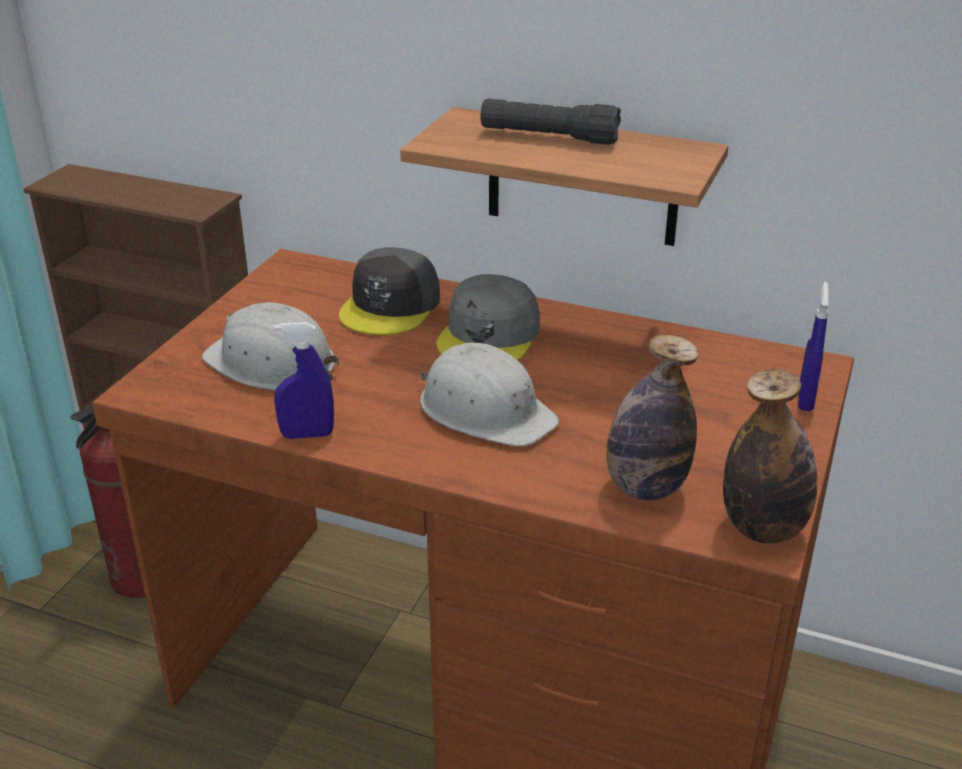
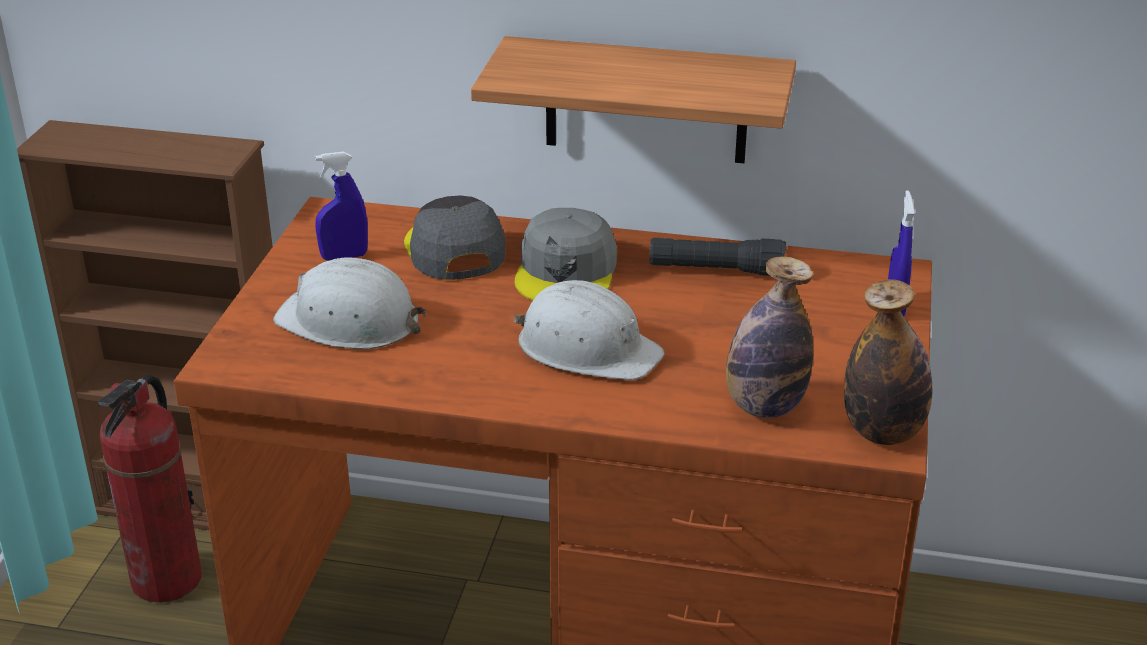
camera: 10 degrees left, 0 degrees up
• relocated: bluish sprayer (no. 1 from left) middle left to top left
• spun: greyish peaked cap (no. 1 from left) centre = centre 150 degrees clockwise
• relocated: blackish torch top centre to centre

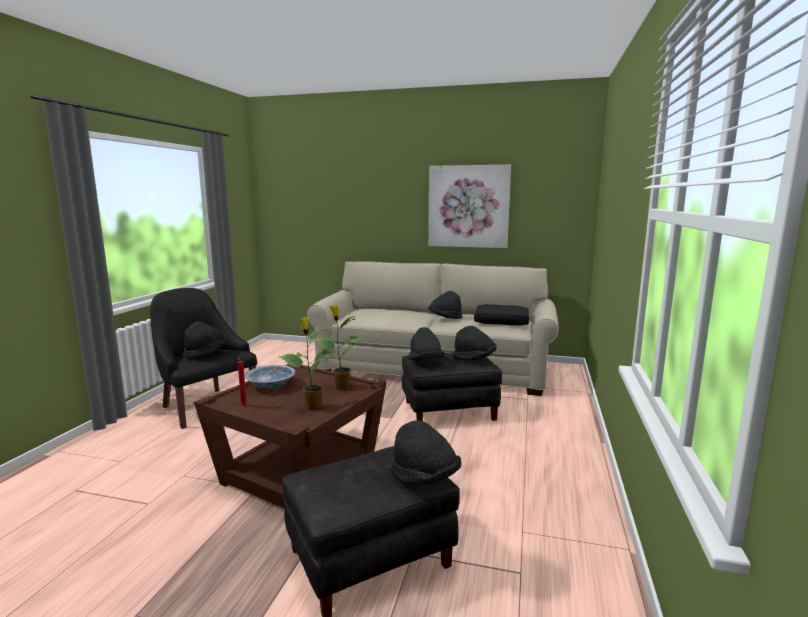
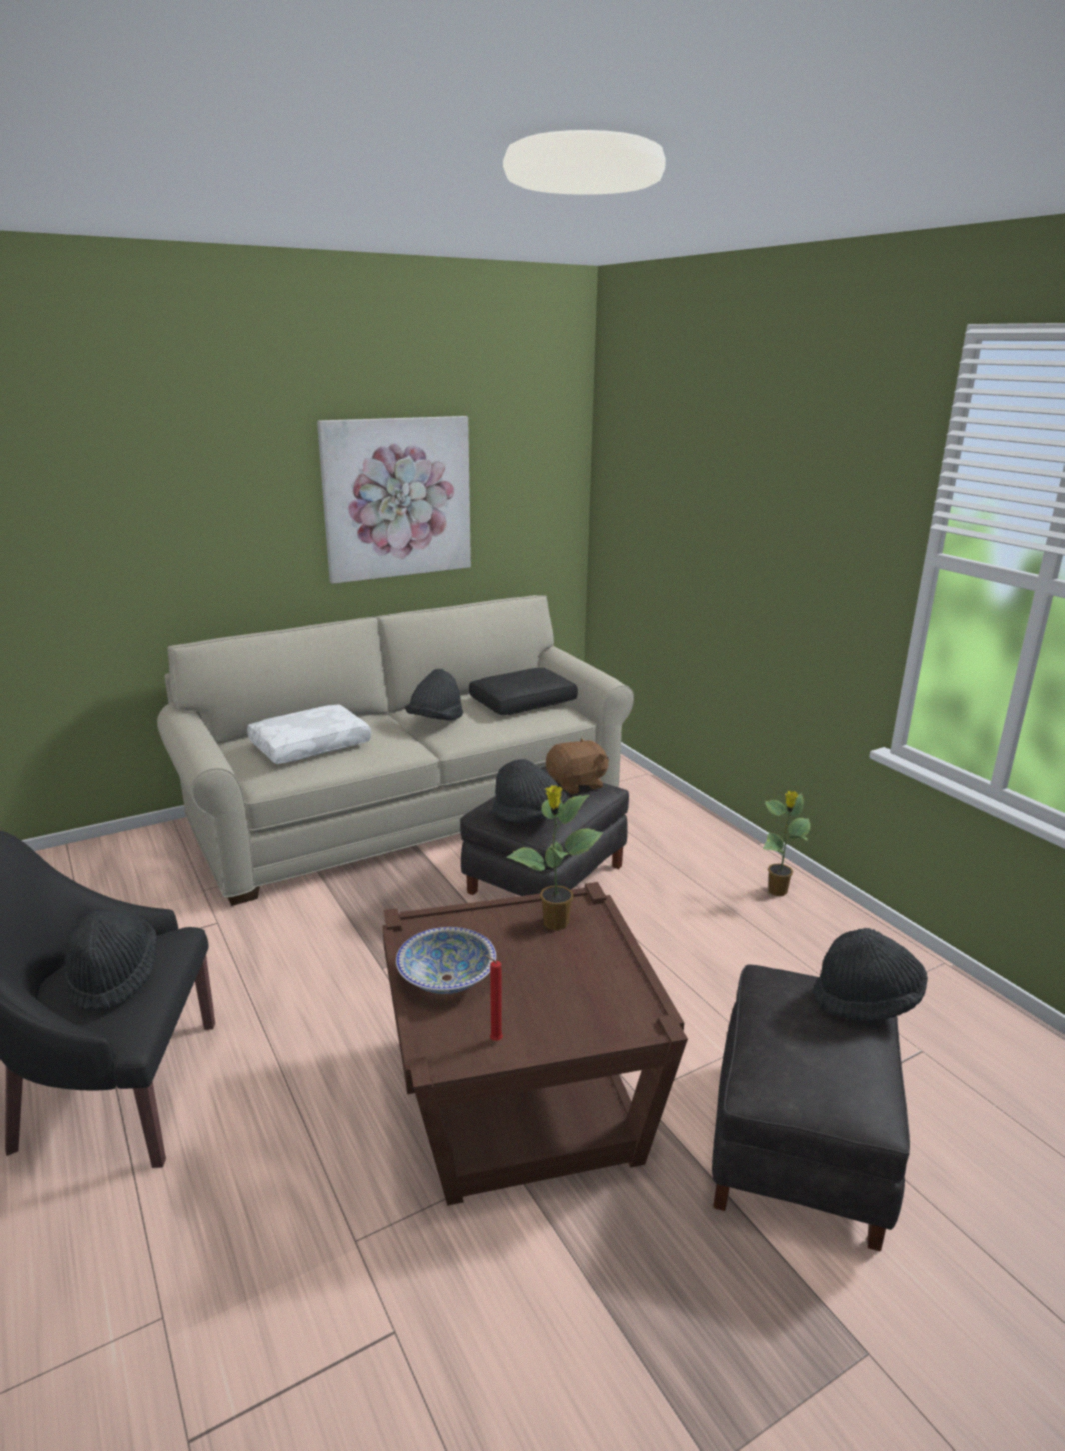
camera: 45 degrees left, 10 degrees up
• appeared: white throw pillow middle left
• exchanged: blackish hat (no. 5 from left) centre to brownish plush toy centre
• relocated: houseplant (no. 1 from left in the first image) centre to houseplant (no. 2 from left) middle right

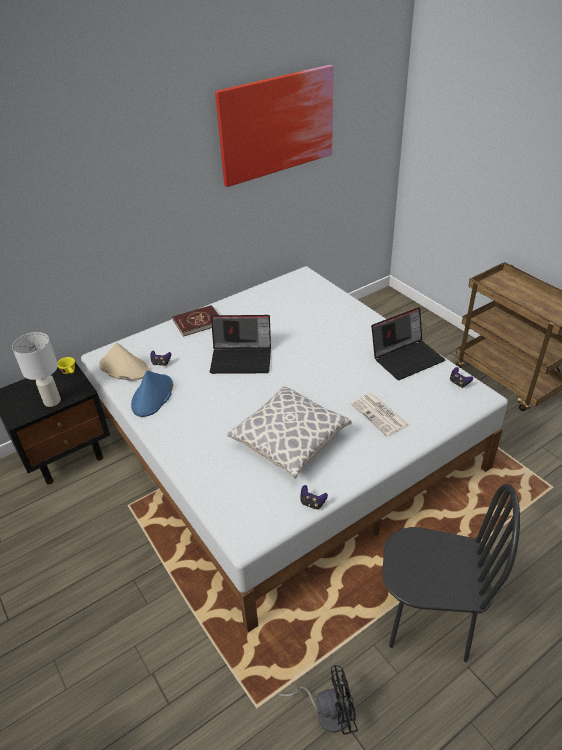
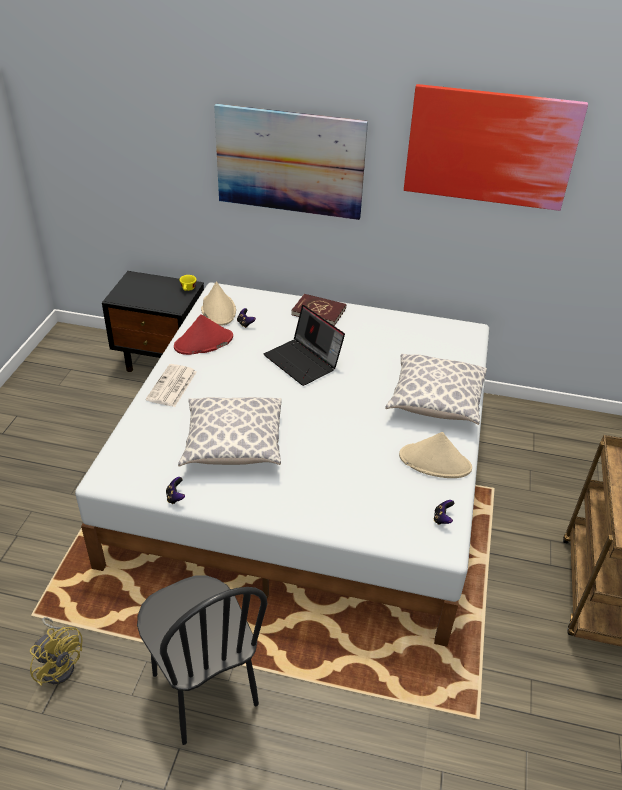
camera: 45 degrees right, 0 degrees up
• colour: blackish fan bottom centre to yellow fan bottom left
• relocated: newspaper middle right to middle left
• colour: bluish hat middle left to reddish hat middle left
• appeared: wall art (no. 1 from left) top centre
• appeared: throw pillow (no. 2 from left) middle right
• exchanged: portable computer (no. 2 from left) middle right to beige-coloured hat (no. 2 from left) middle right
• missing: white lamp for a table middle left

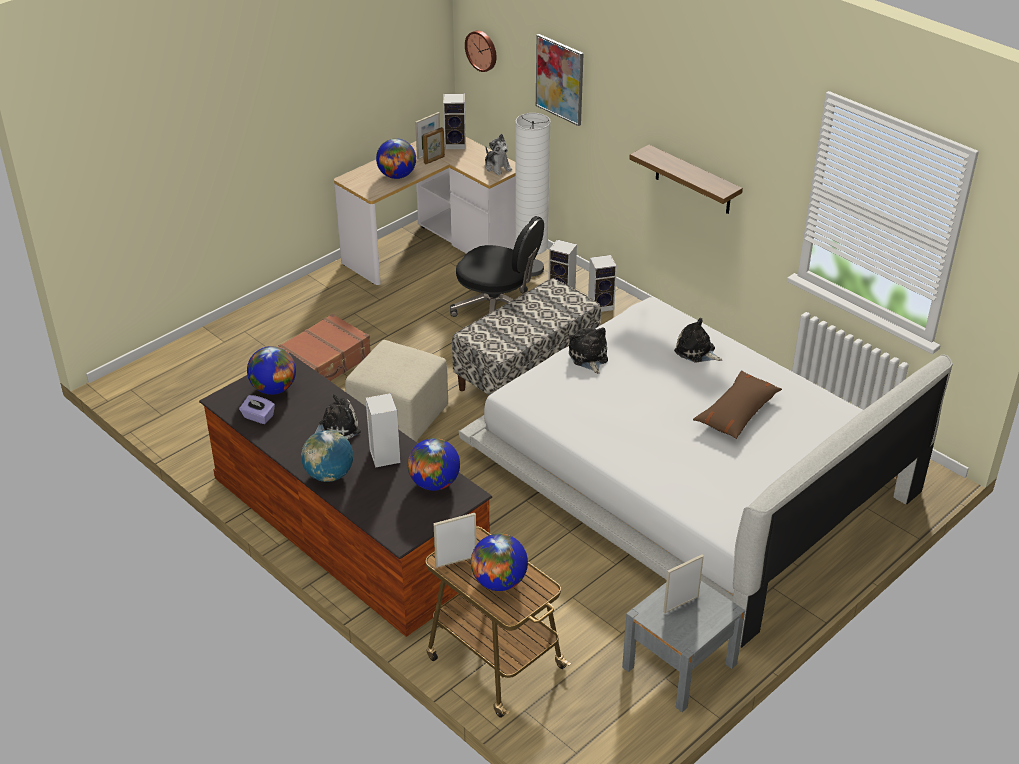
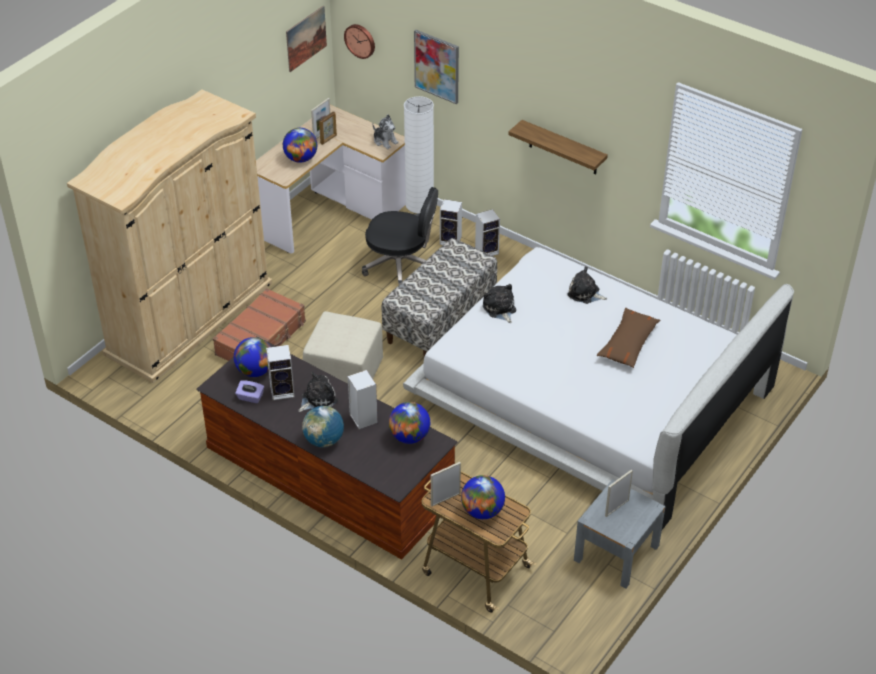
camera: 10 degrees left, 5 degrees up
• appeared: beige-coloured clothes cupboard middle left
• relocated: loudspeaker (no. 2 from left in the first image) top centre to loudspeaker (no. 1 from left) middle left
• appeared: wall art (no. 1 from left) top centre

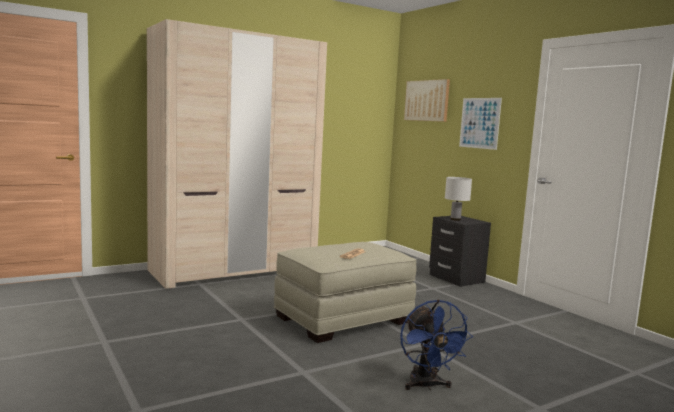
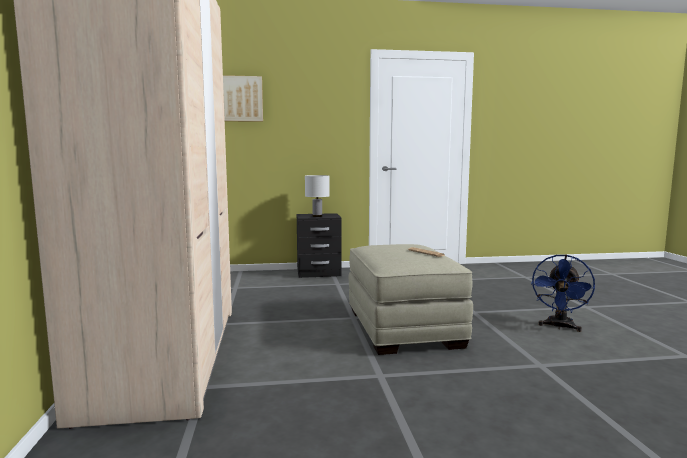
camera: 65 degrees left, 0 degrees up
• spun: bluish fan bottom centre = middle right 105 degrees clockwise
• missing: wall art (no. 2 from left) top right

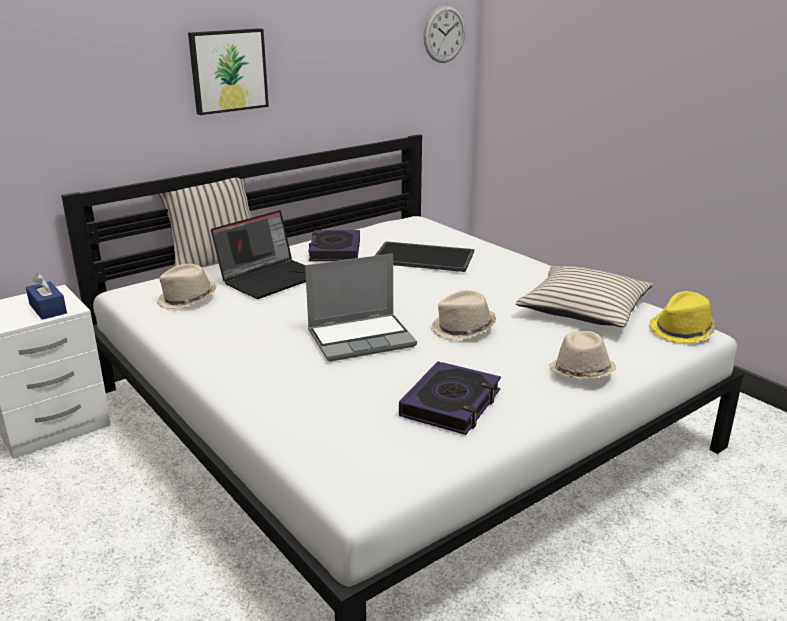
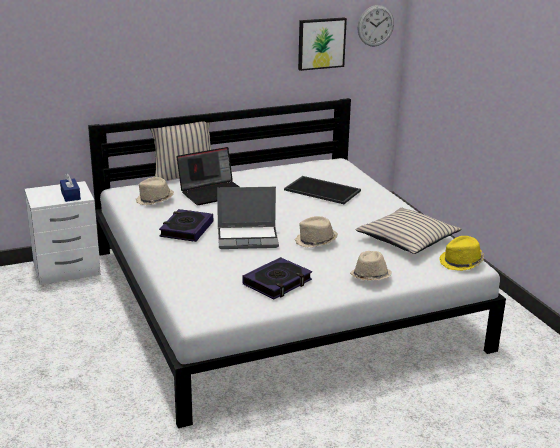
camera: 15 degrees right, 0 degrees up
• relocated: bound book (no. 1 from left) centre to middle left
• relocated: wall art top left to top centre

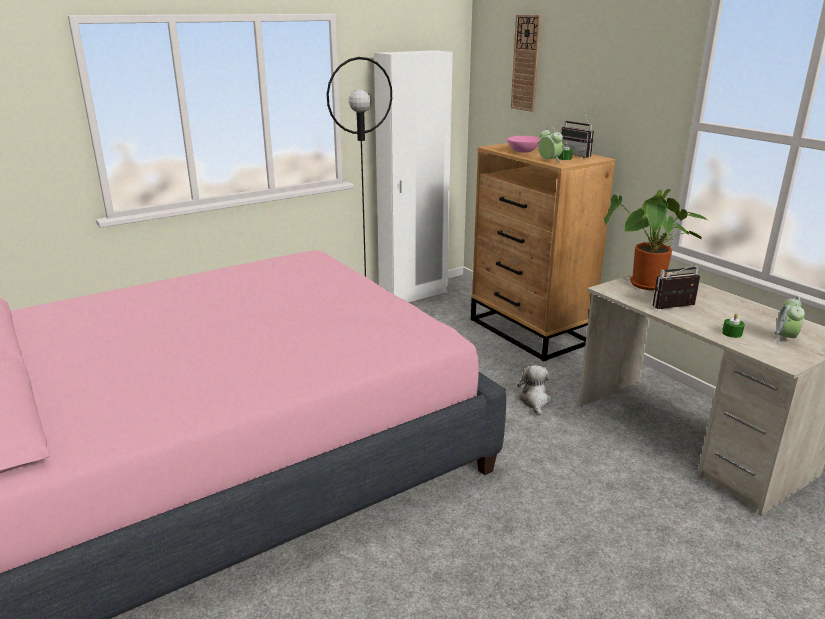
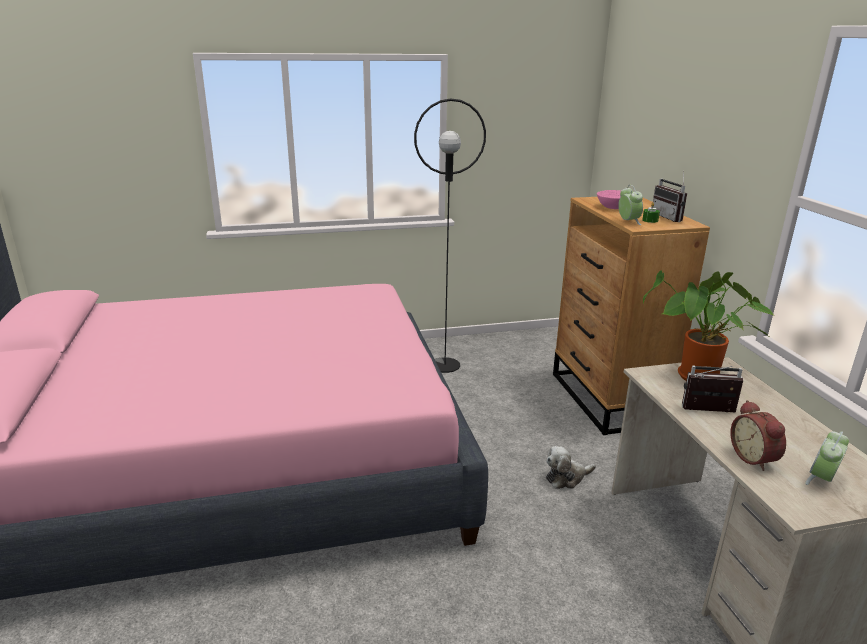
camera: 20 degrees right, 0 degrees up
• spun: plush toy centre = bottom centre 135 degrees counterclockwise
• exchanged: greenish wax light (no. 2 from left) middle right to alarm clock (no. 2 from left) bottom right
• missing: white clothes cupboard top centre
• missing: hanging clock top centre

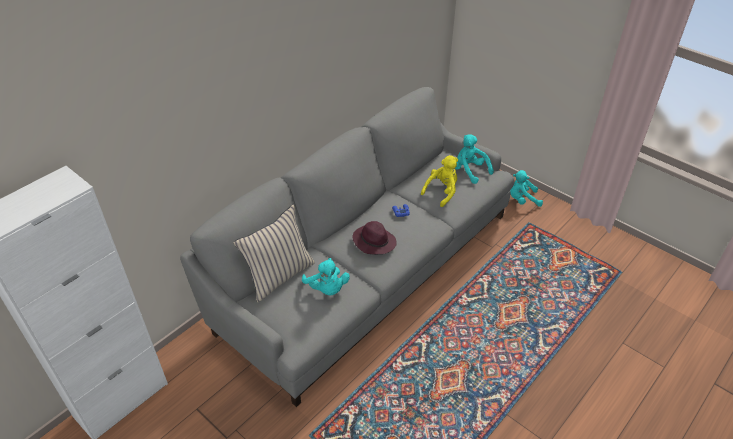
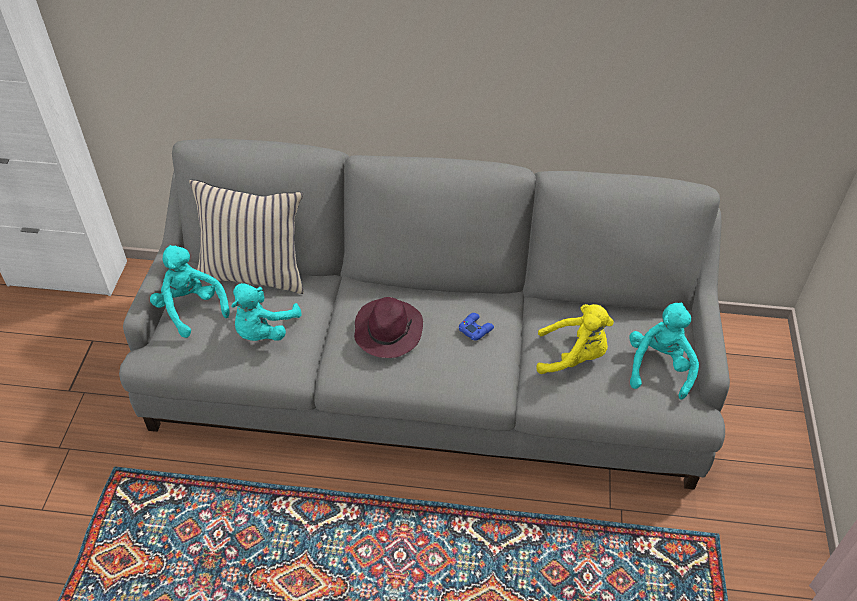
camera: 55 degrees right, 5 degrees up
• relocated: blue-green plush toy (no. 3 from left in the first image) middle right to blue-green plush toy (no. 1 from left) middle left

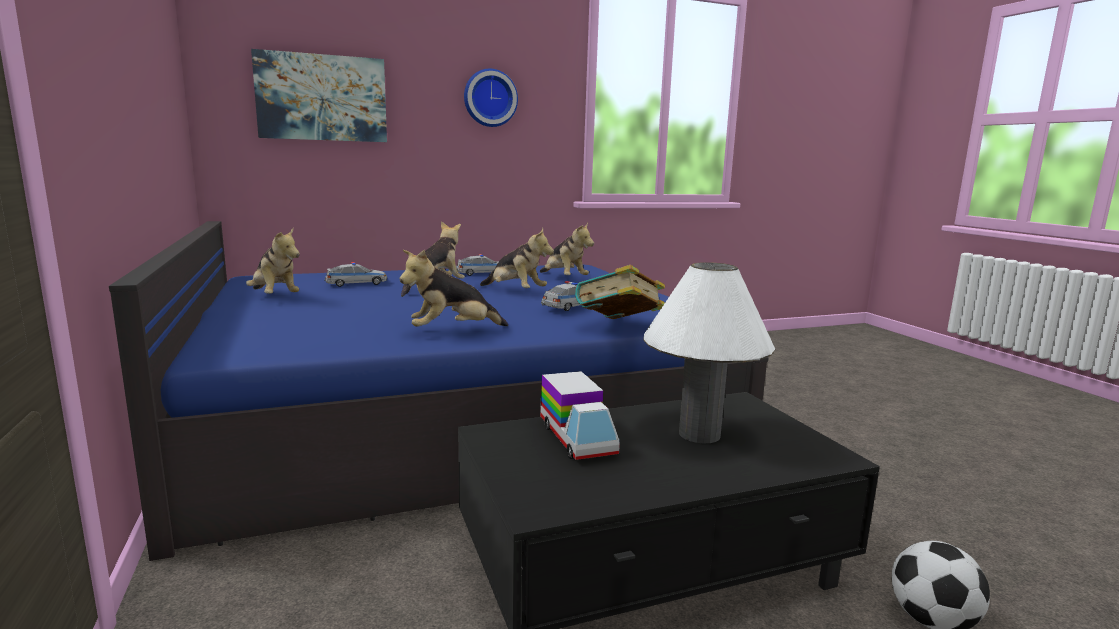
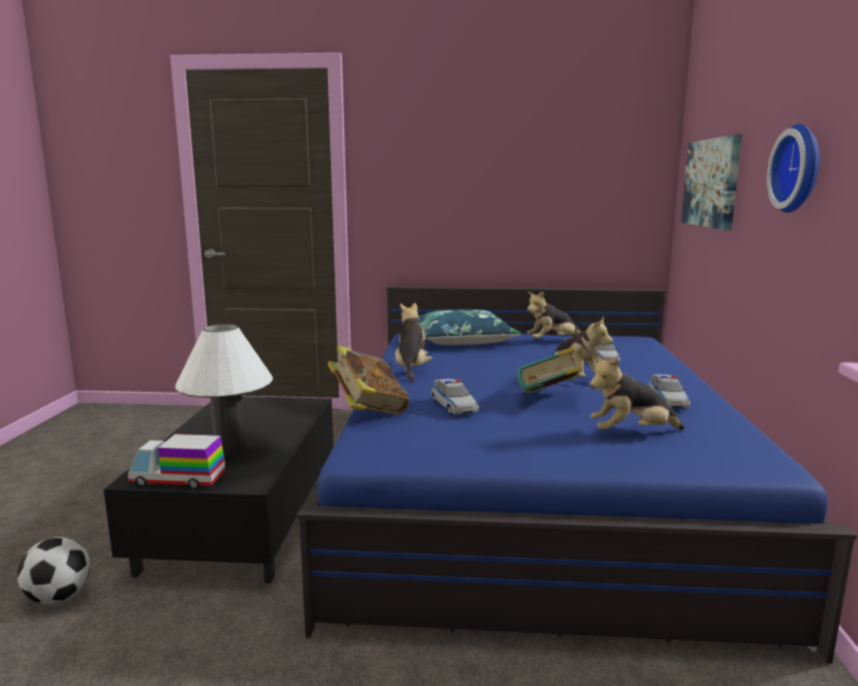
camera: 115 degrees right, 0 degrees up
• relocated: model truck centre to bottom left
• appeared: bluish throw pillow centre
• exchanged: plush toy (no. 4 from left) centre to bound book (no. 2 from left) centre

